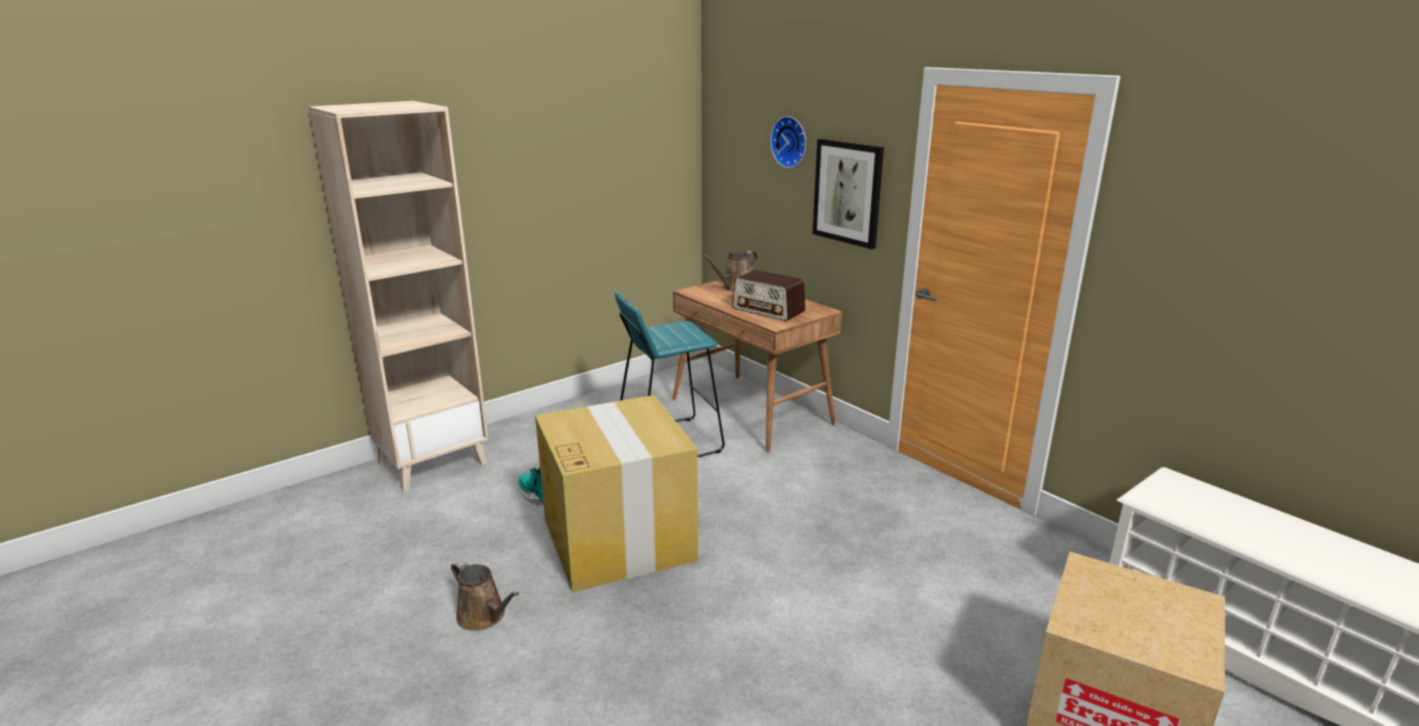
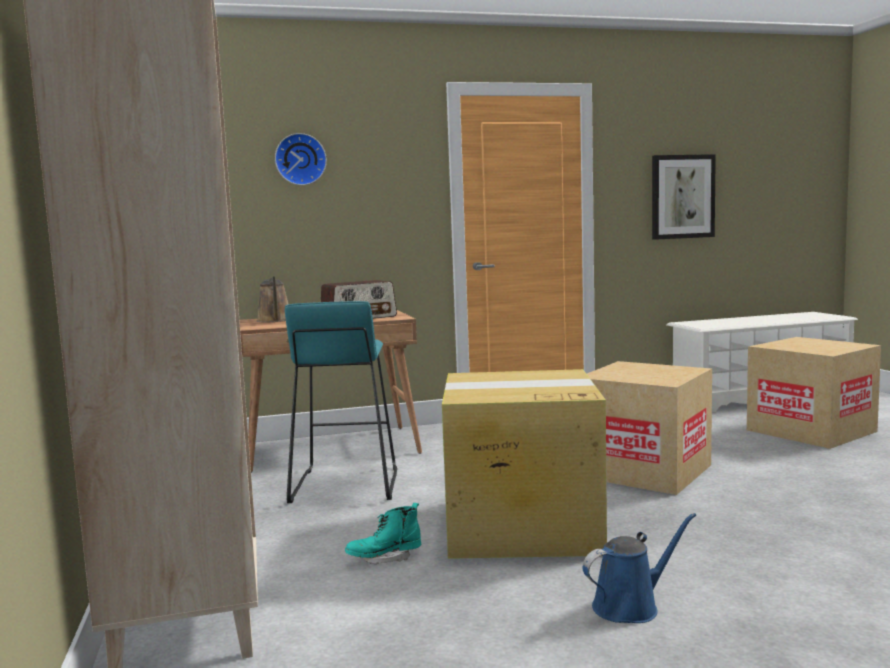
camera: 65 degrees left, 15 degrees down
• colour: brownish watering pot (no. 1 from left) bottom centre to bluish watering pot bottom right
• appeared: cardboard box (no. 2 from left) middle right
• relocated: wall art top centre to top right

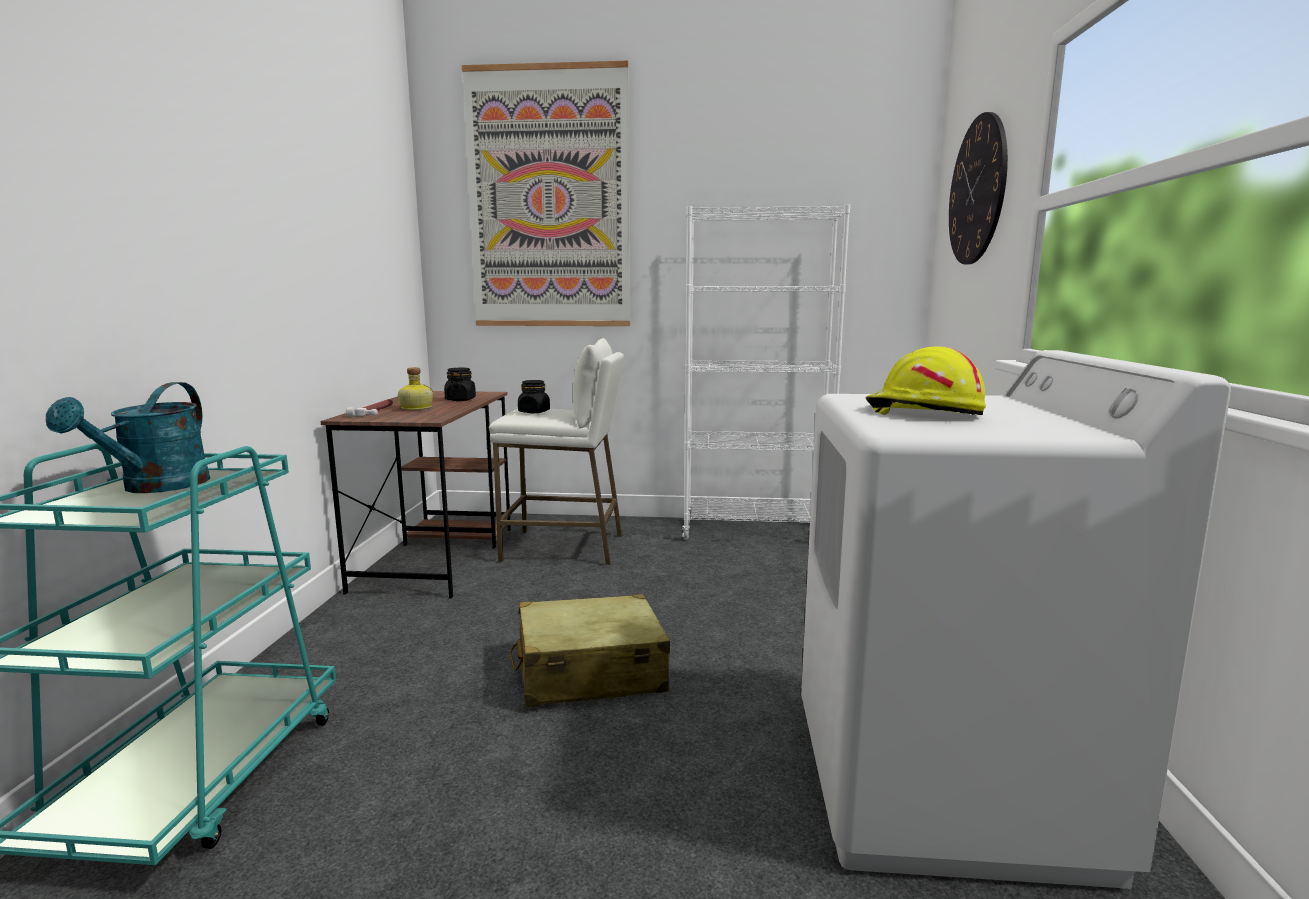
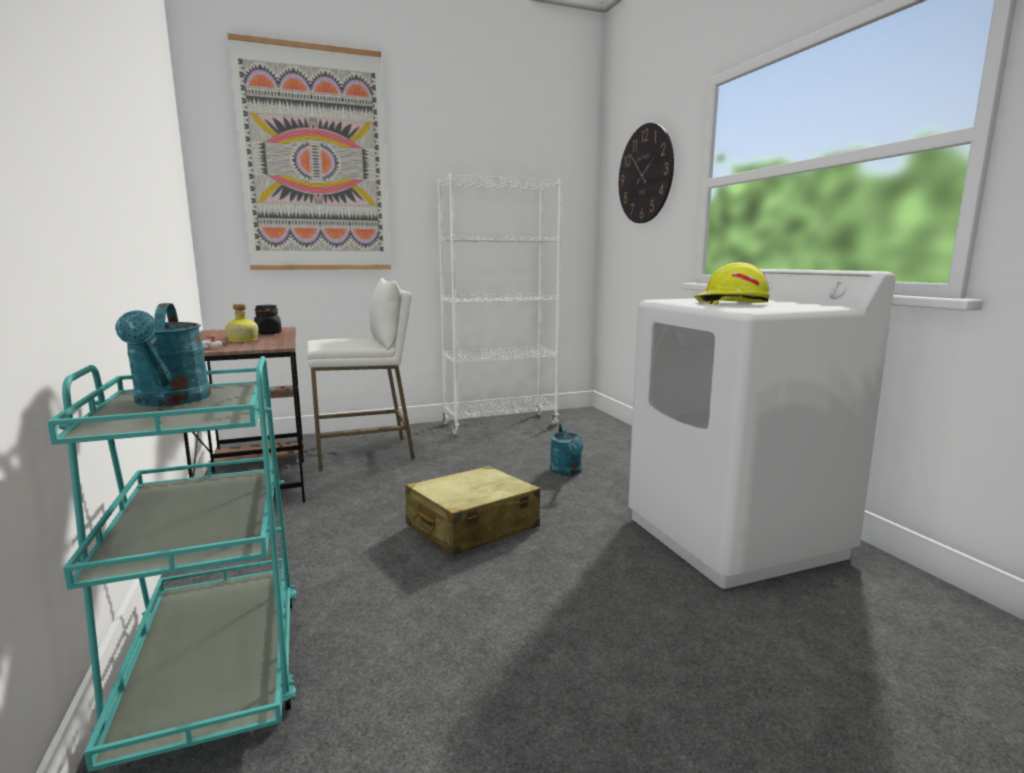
camera: 25 degrees left, 0 degrees up
• appeared: blue-green watering pot (no. 2 from left) centre
• missing: blackish jar (no. 2 from left) centre

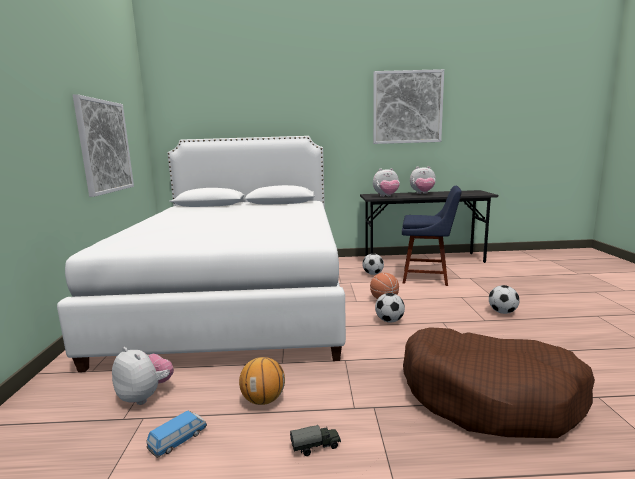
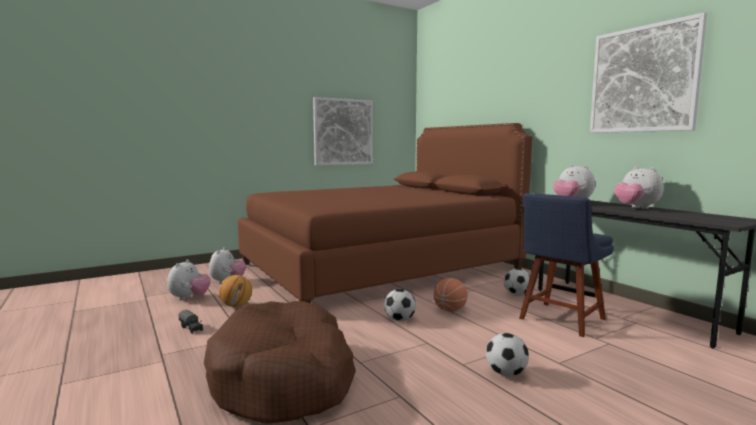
camera: 60 degrees right, 5 degrees down
• exchanged: toy car bottom left to plush toy (no. 1 from left) middle left
• colour: white sleeping bed middle left to brownish sleeping bed centre
• spun: bluish upright chair middle right = middle right 60 degrees clockwise

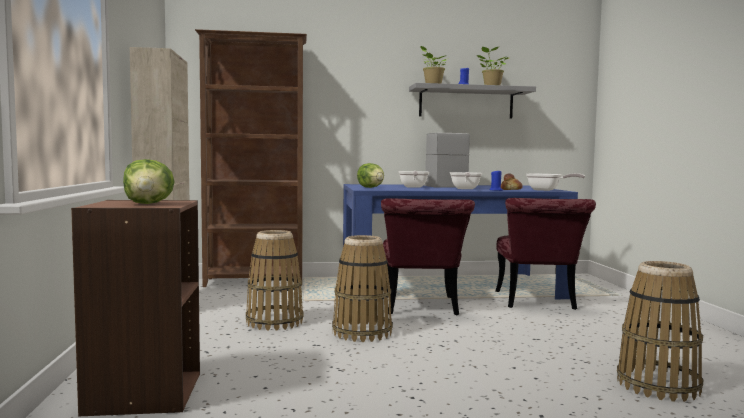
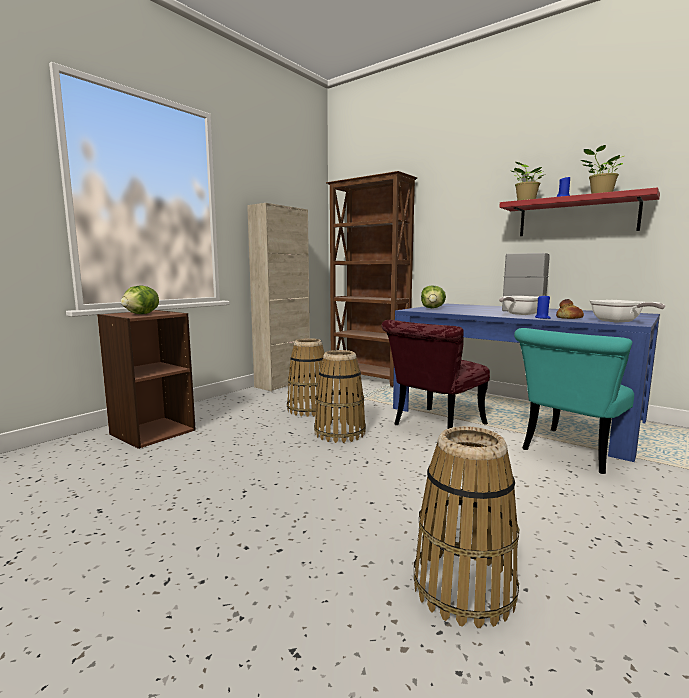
camera: 45 degrees right, 5 degrees up
• colour: greyish bracket shelf top centre to reddish bracket shelf top right
• colour: reddish upright chair (no. 2 from left) middle right to blue-green upright chair middle right
• missing: frying pan (no. 1 from left) centre

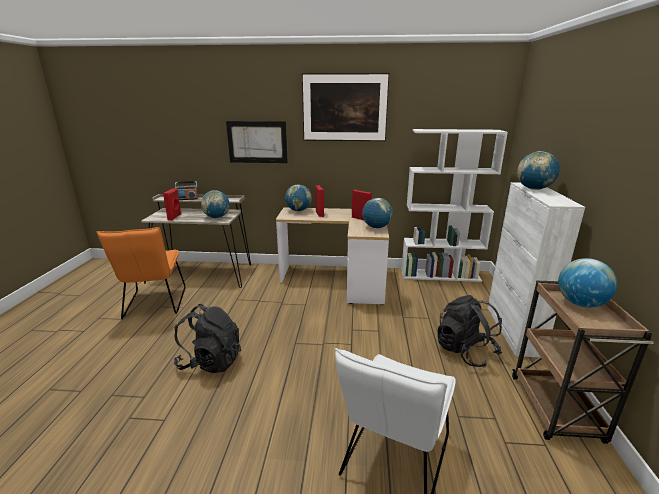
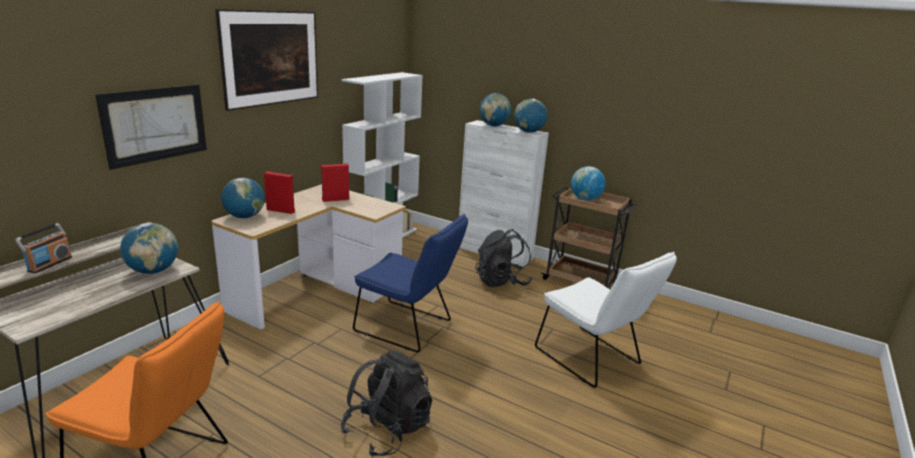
camera: 65 degrees left, 0 degrees up
• appeared: bluish upright chair centre
• relocated: globe (no. 3 from left in the first image) centre to globe (no. 4 from left) top centre
• missing: reddish loudspeaker (no. 1 from left) middle left

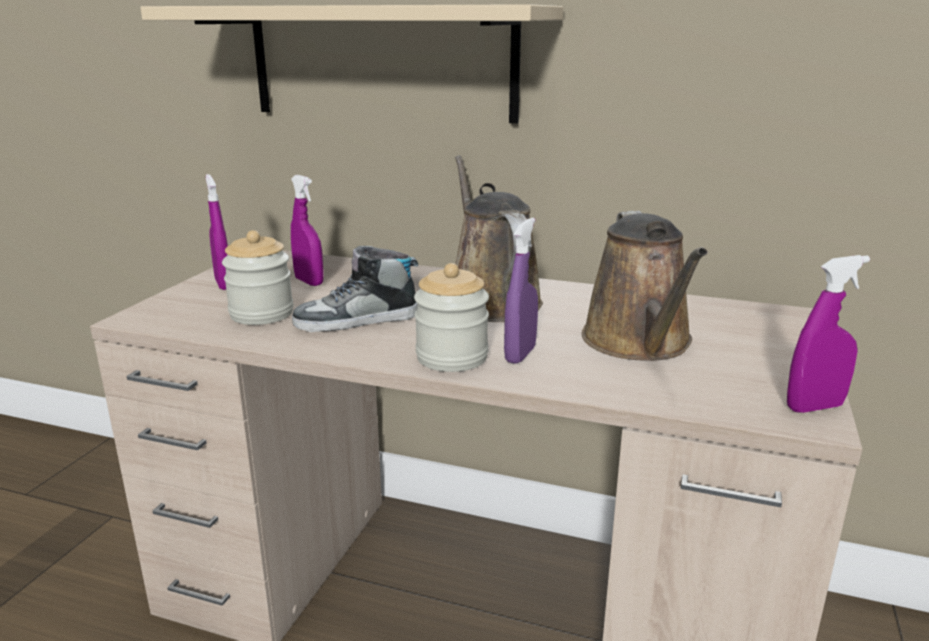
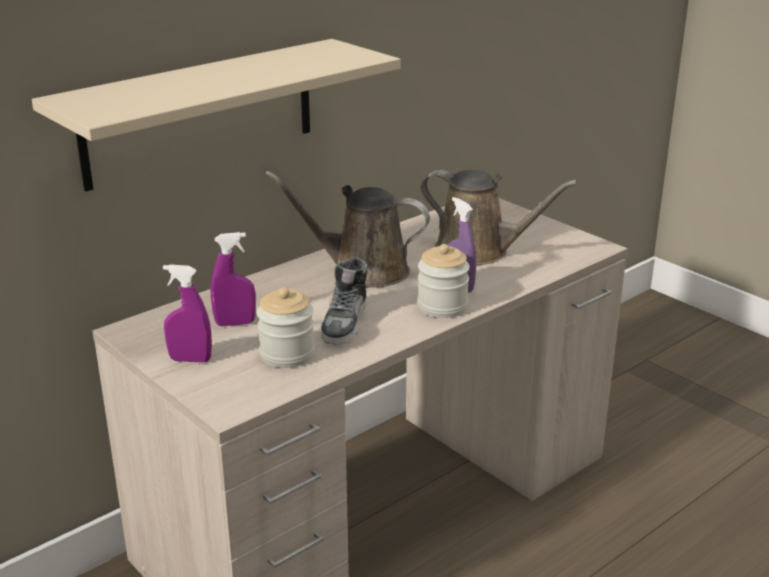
camera: 60 degrees left, 5 degrees up
• missing: purple sprayer (no. 4 from left) middle right

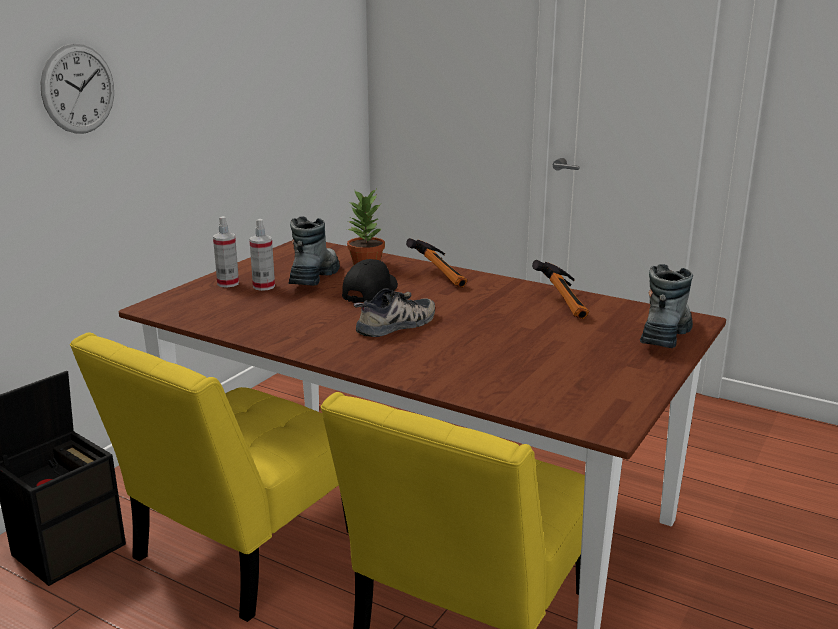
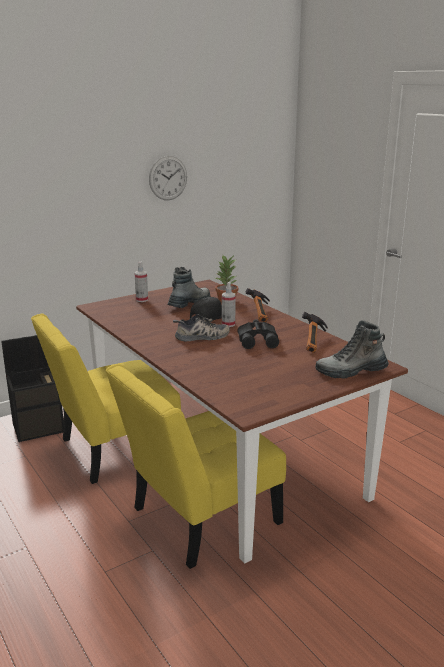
camera: 25 degrees right, 0 degrees up
• relocated: hanging clock top left to top centre
• relocated: sprayer (no. 2 from left) middle left to centre
• appeared: blackish pair of binoculars centre
• spun: tall boot (no. 2 from left) middle right = middle right 150 degrees counterclockwise

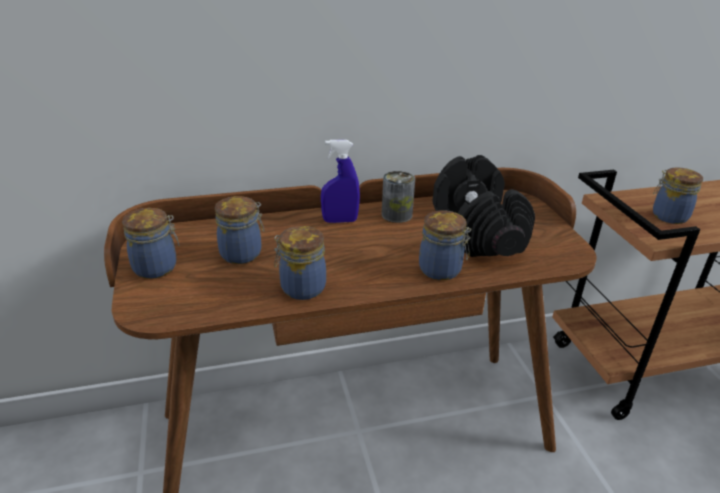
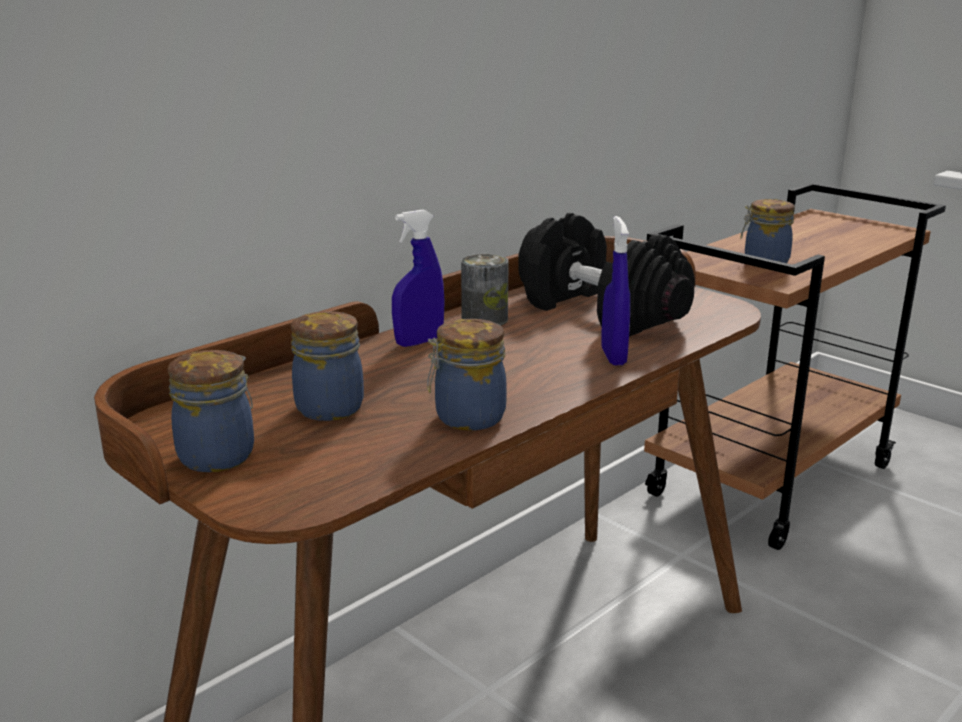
camera: 30 degrees left, 10 degrees down
• exchanged: jar (no. 4 from left) centre to bluish sprayer (no. 2 from left) centre

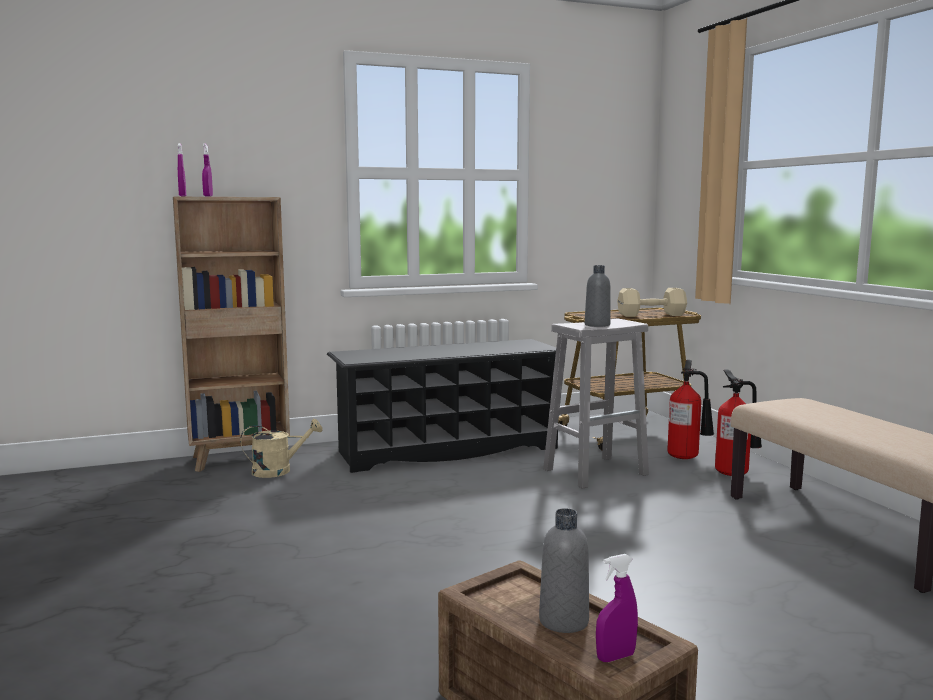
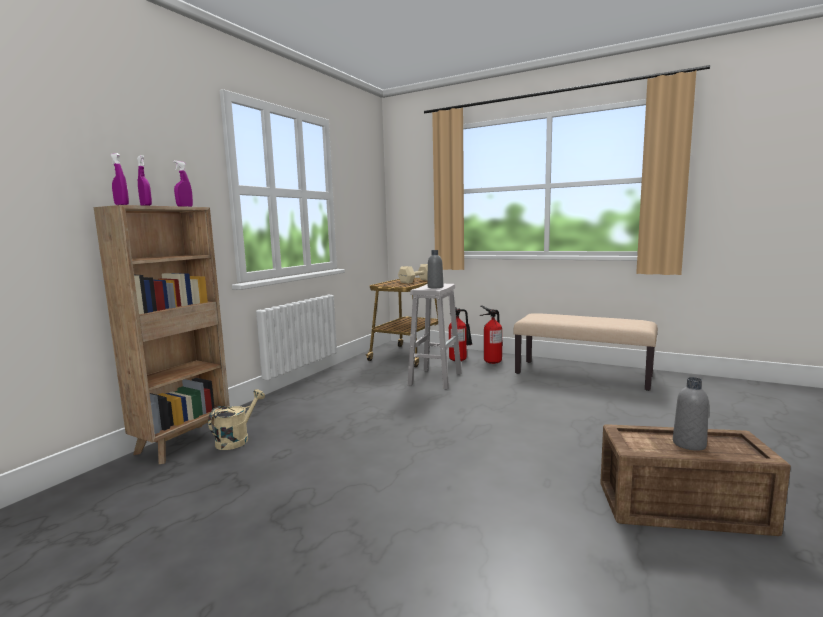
camera: 40 degrees left, 0 degrees up
• relocated: purple sprayer (no. 3 from left) bottom centre to top left
• missing: blackish shoe rack centre

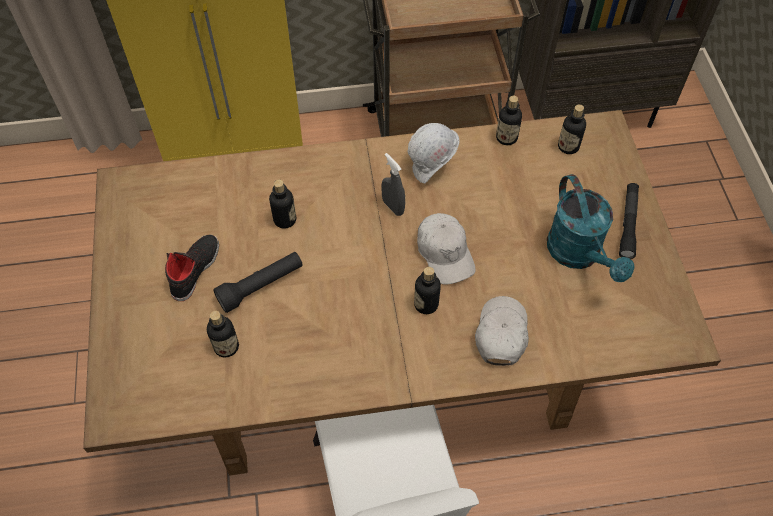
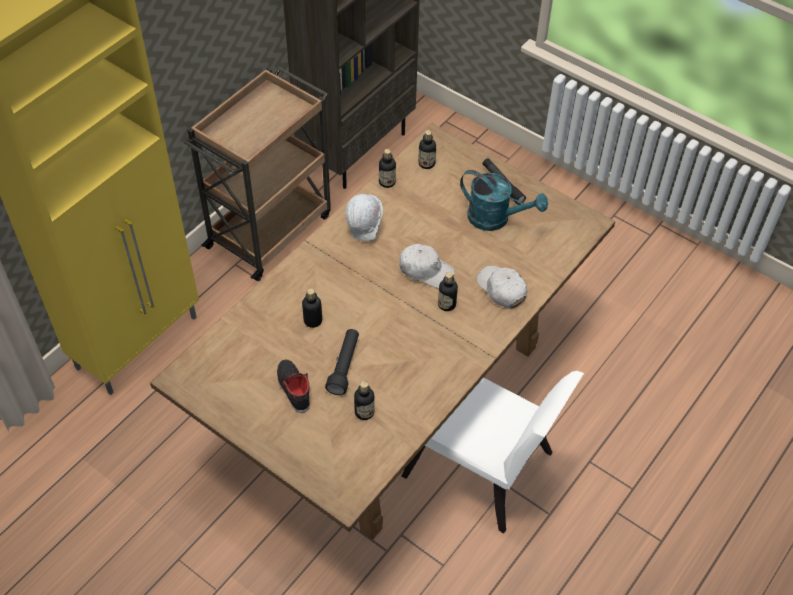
camera: 45 degrees left, 5 degrees down
• missing: greyish sprayer centre

